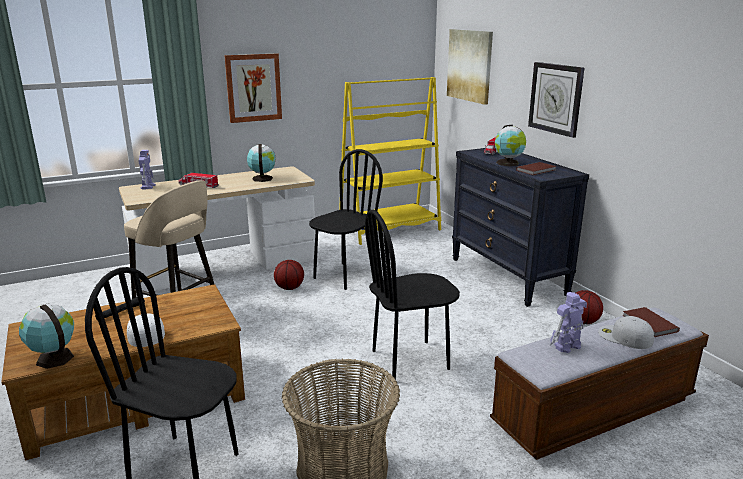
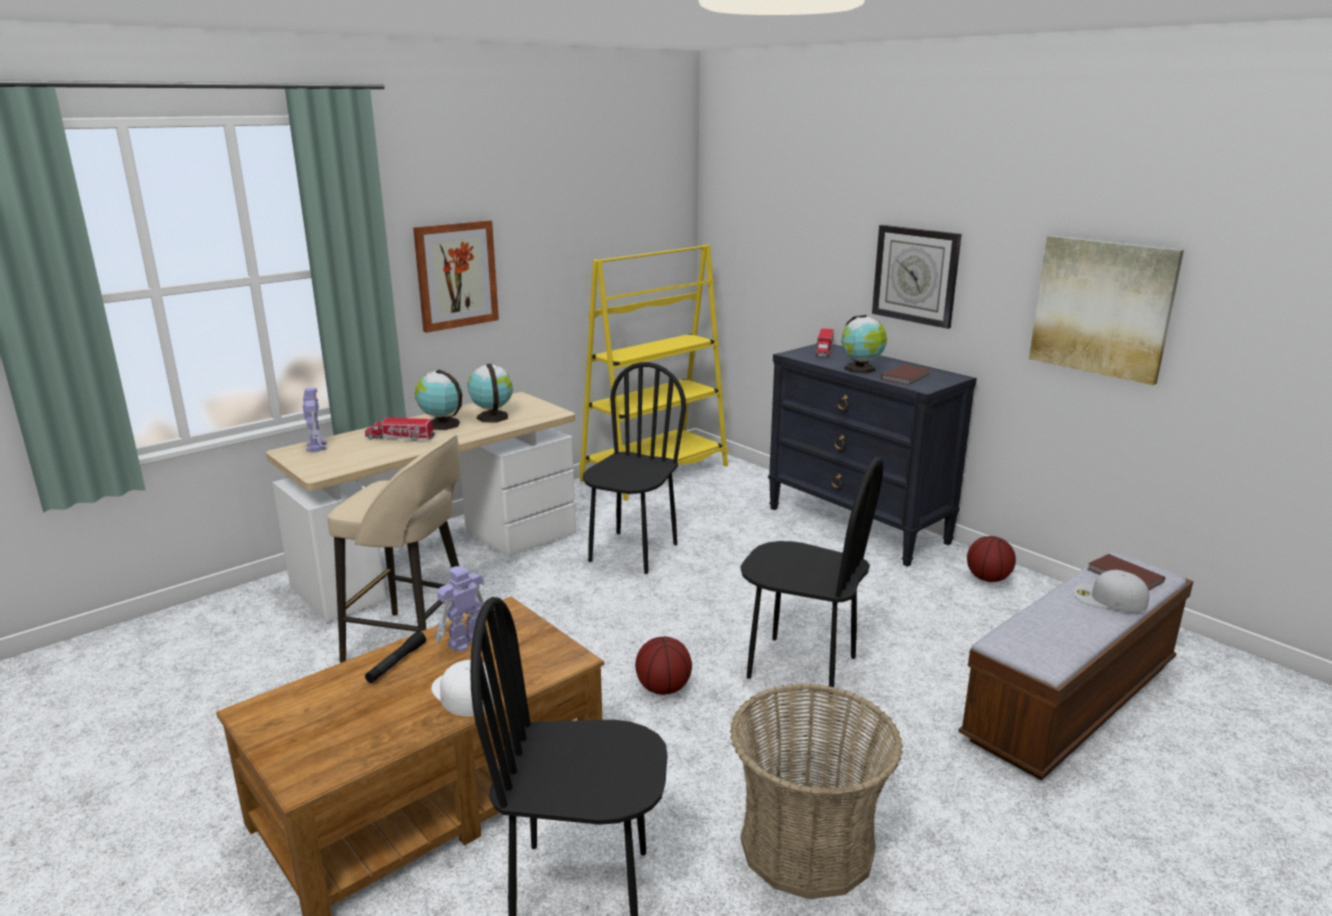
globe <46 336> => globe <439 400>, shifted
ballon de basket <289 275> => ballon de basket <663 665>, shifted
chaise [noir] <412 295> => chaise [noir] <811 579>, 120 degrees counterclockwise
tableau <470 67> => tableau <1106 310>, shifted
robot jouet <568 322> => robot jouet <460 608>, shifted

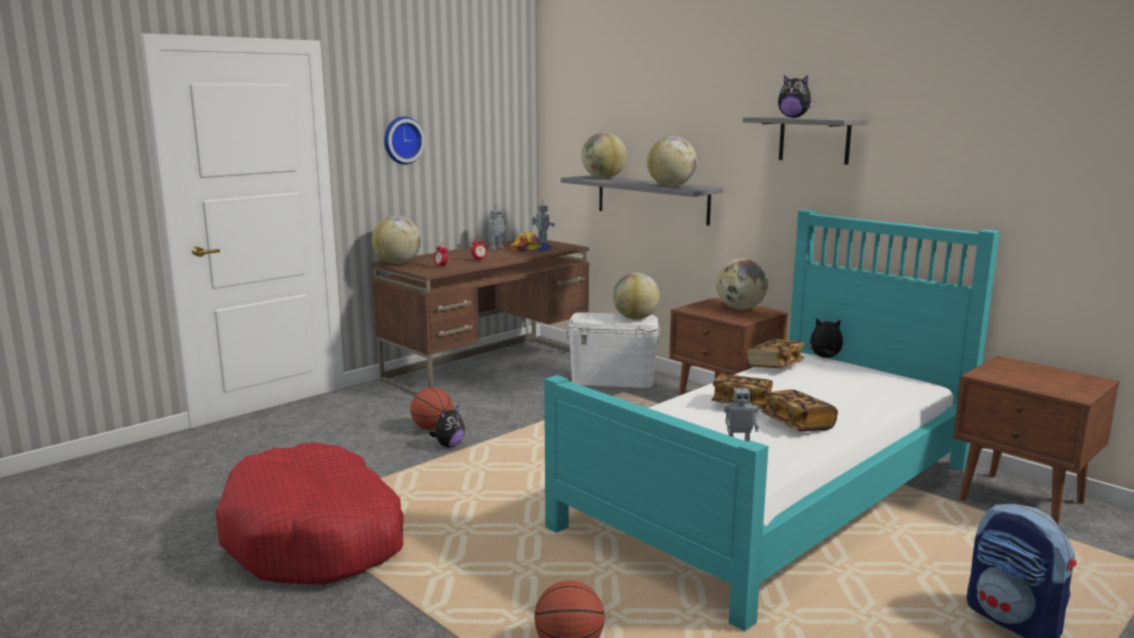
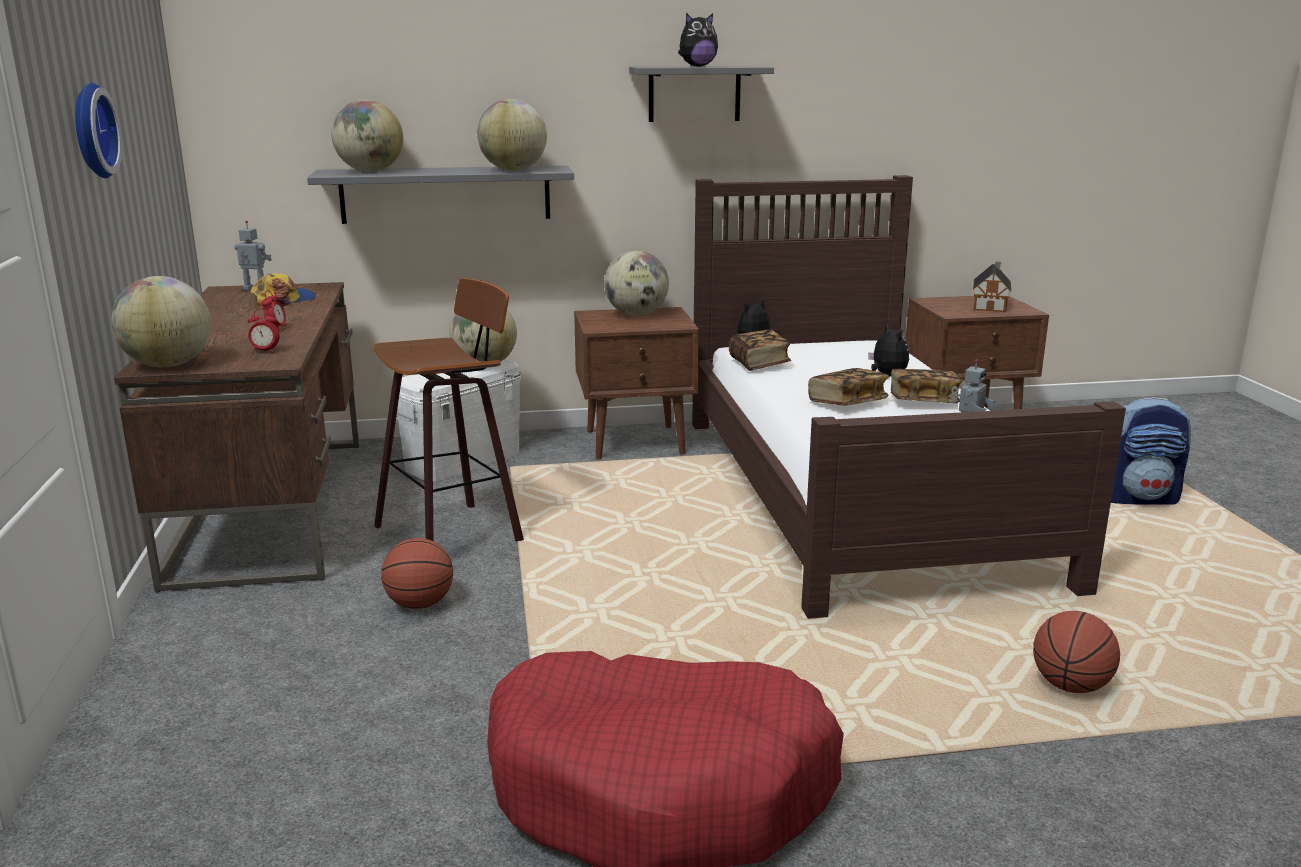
peluche <447 426> => peluche <889 350>, shifted
robot jouet <498 227> => nothing
lit [turquoise] <772 420> => lit [marron] <909 397>
nothing => tabouret <448 410>
nothing => maison miniature <992 286>

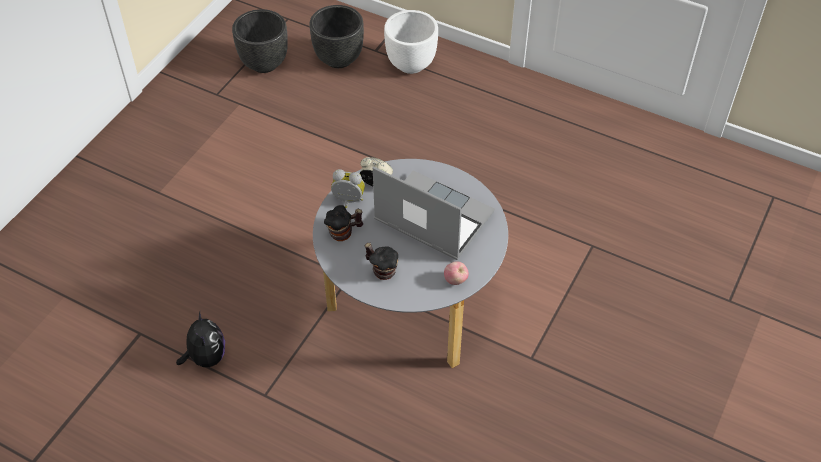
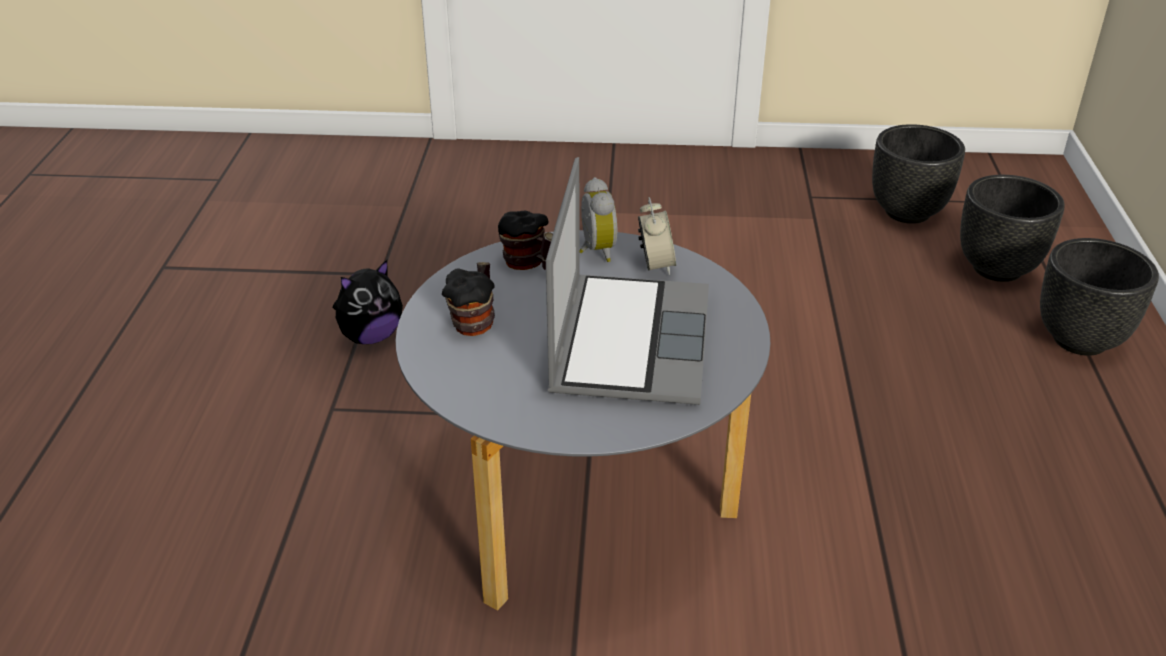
cache-pot [blanc] <411 42> => cache-pot [noir] <1099 297>
pomme <456 273> => nothing

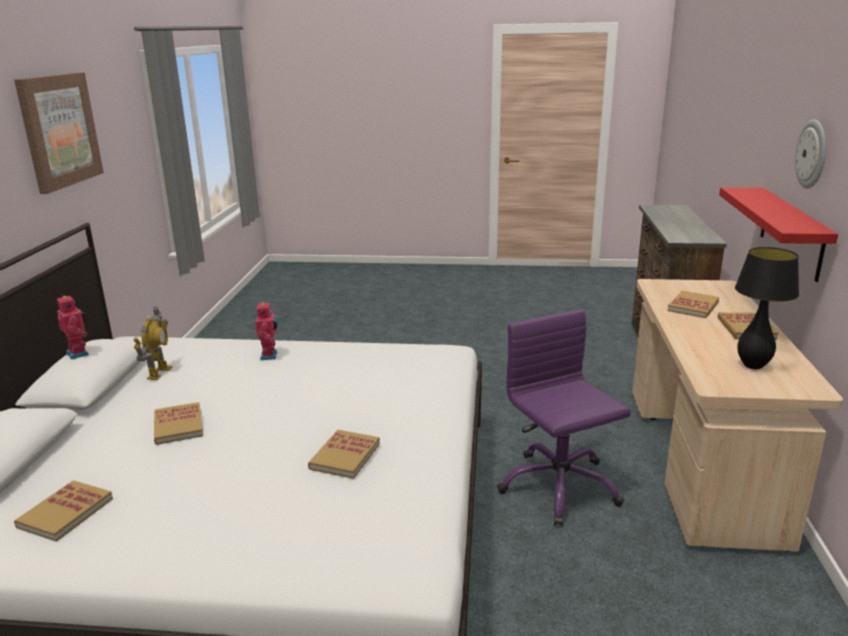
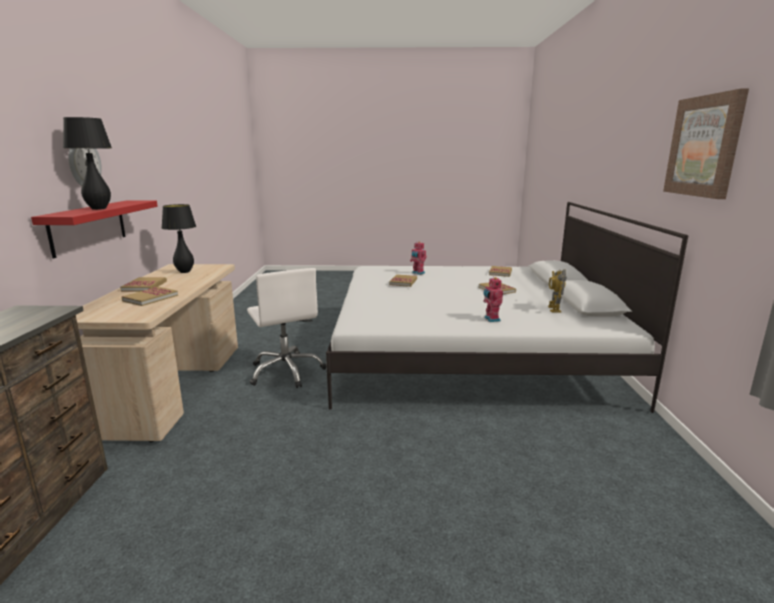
robot jouet <73 327> => robot jouet <418 258>, shifted
chaise de bureau [violet] <564 417> => chaise de bureau [blanc] <287 328>
nothing => lampe de table [noir] <87 163>

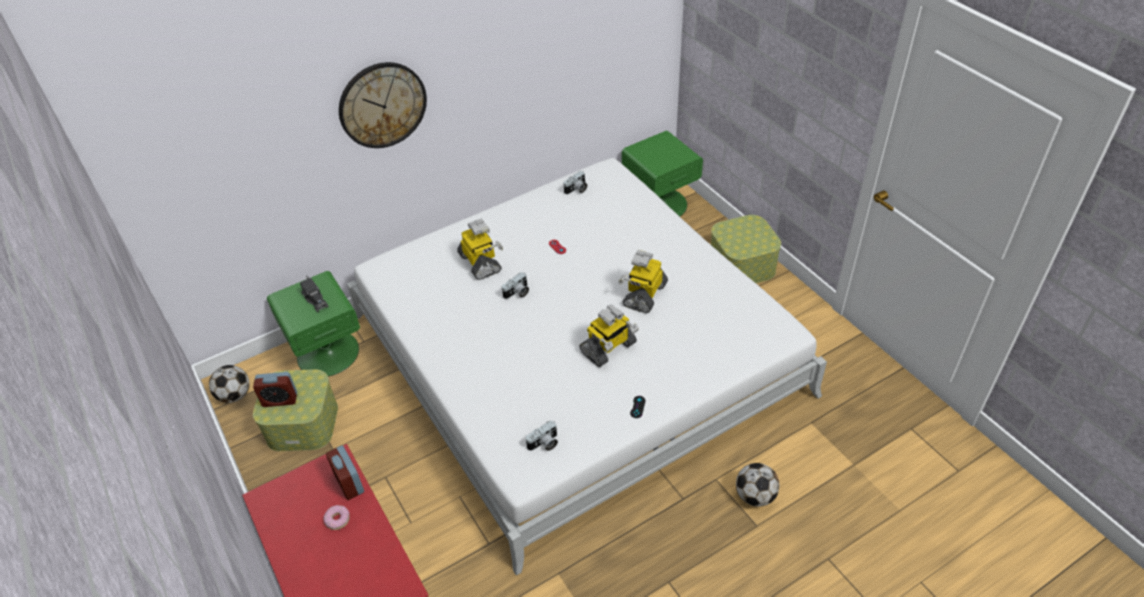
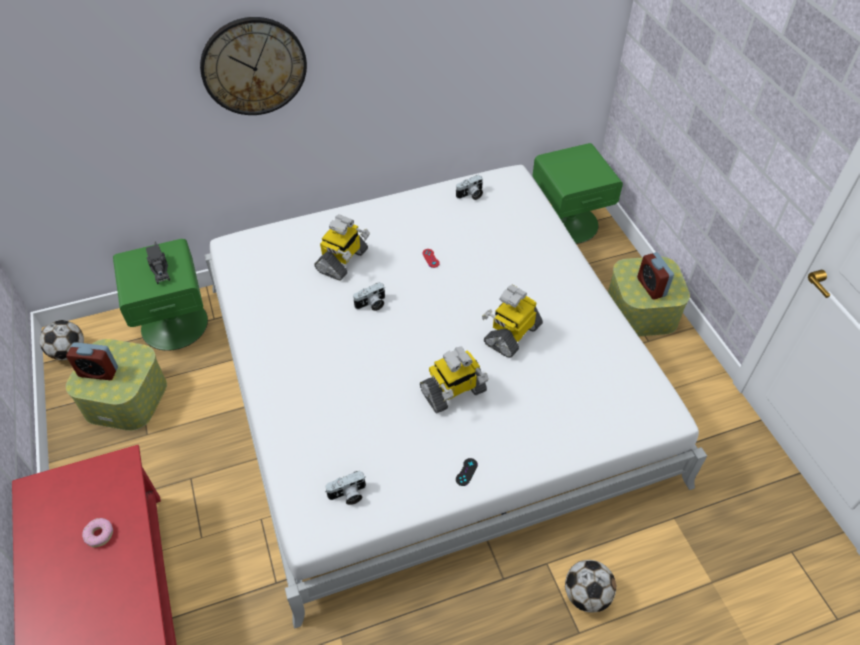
réveil <345 472> => réveil <655 276>, shifted
robot jouet <480 249> => robot jouet <342 247>, 45 degrees clockwise

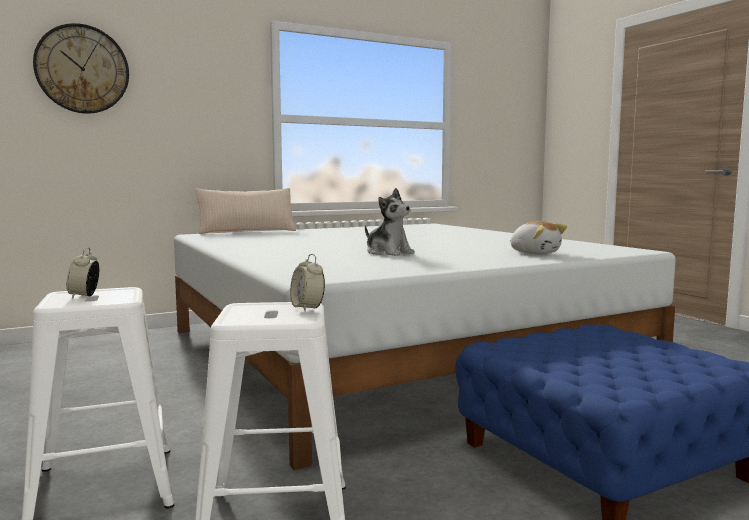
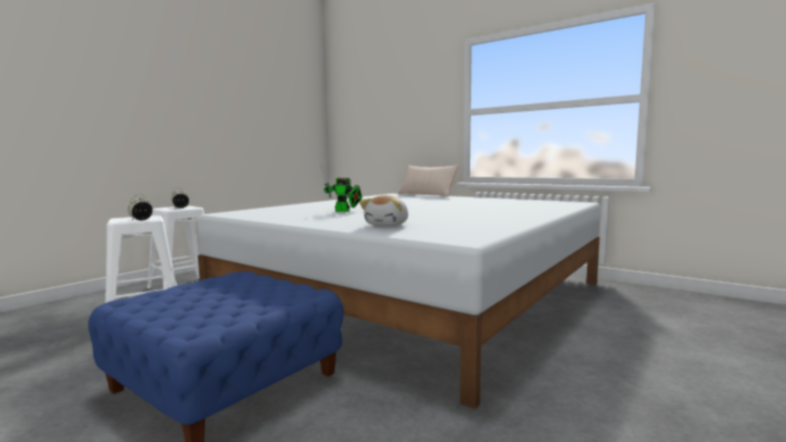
horloge murale <81 68> => nothing
peluche <390 222> => robot jouet <341 188>

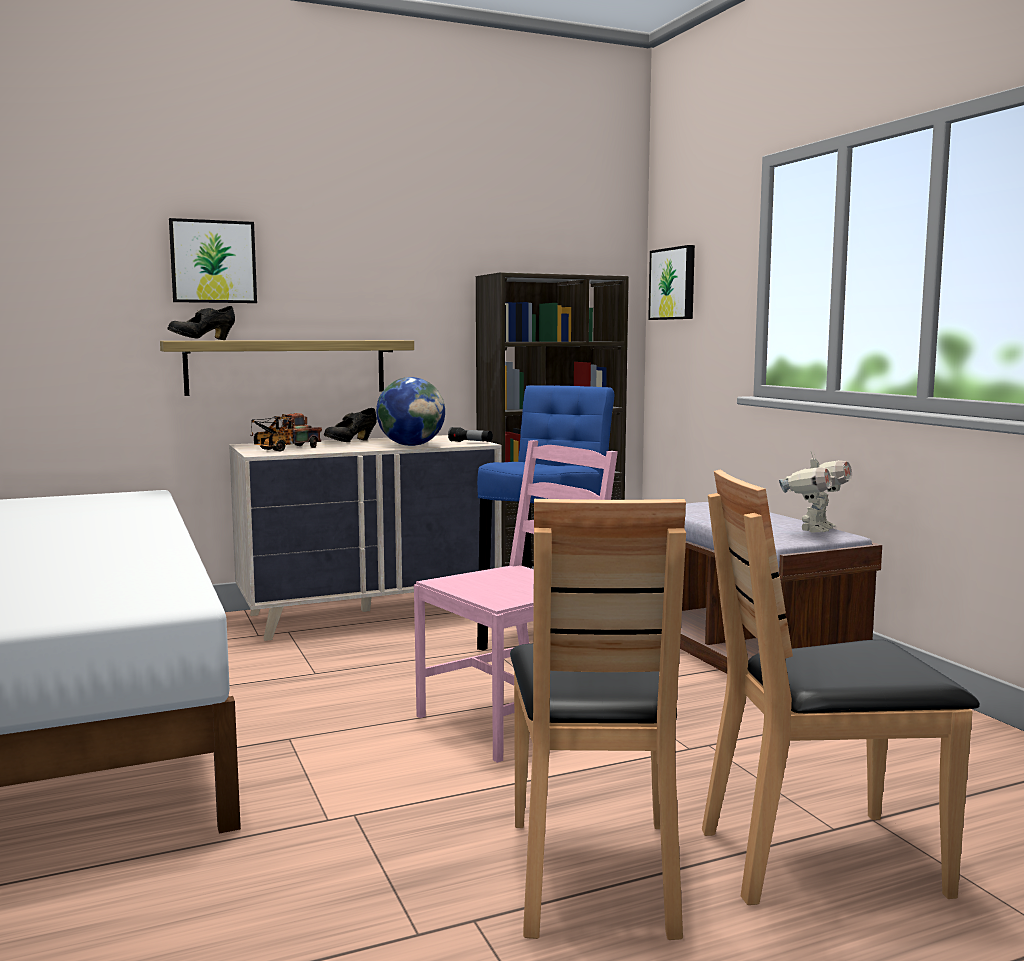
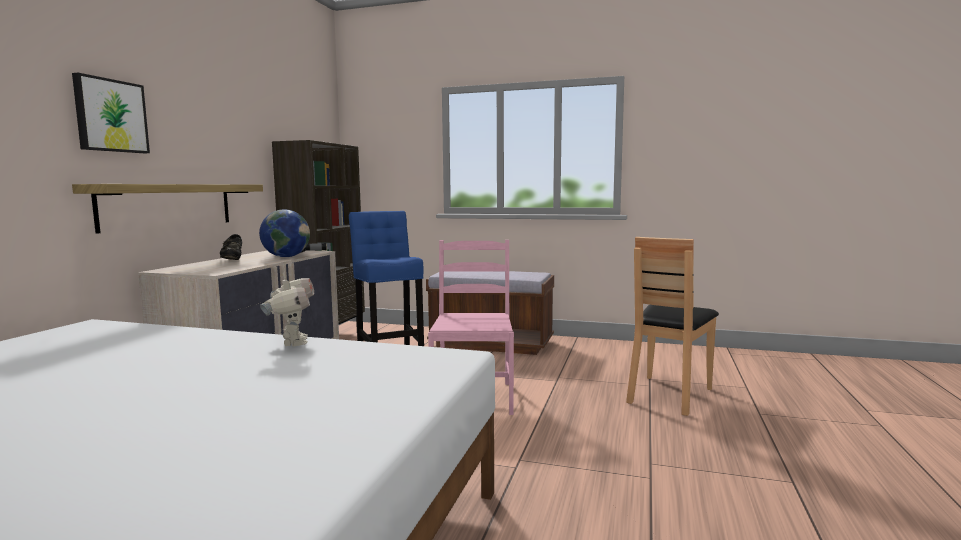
chaussure [noir] <201 323> => nothing
camion jouet <286 432> => nothing
chaise [marron] <598 719> => nothing
tableau <671 282> => nothing
robot jouet <815 491> => robot jouet <287 310>, shifted

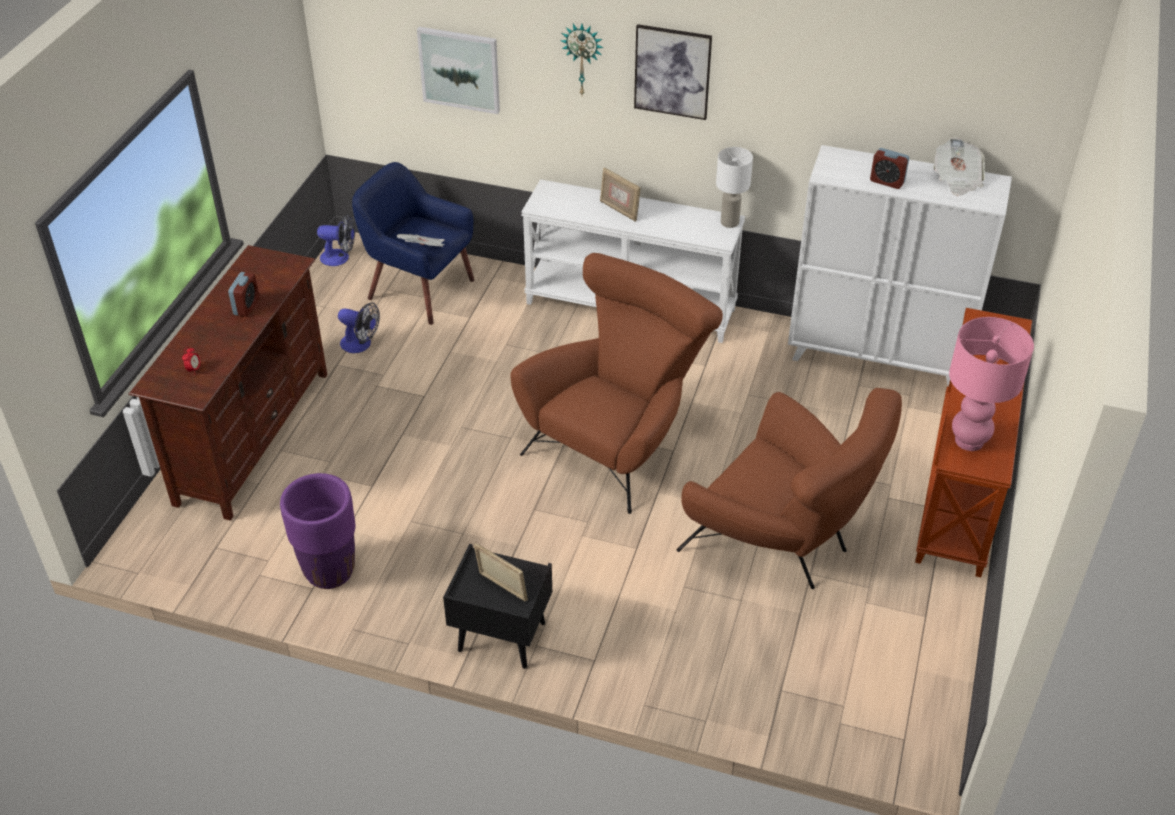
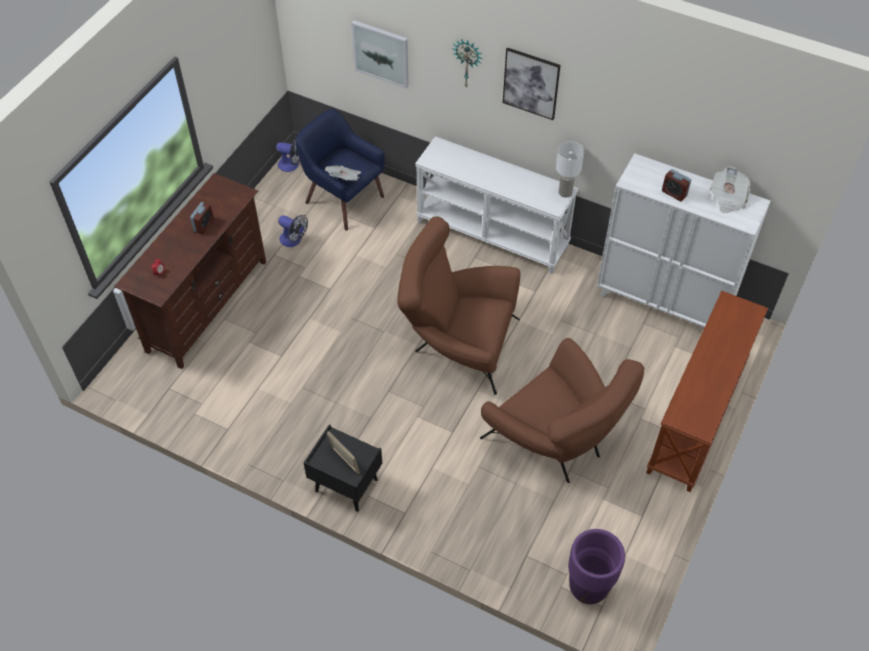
cache-pot [violet] <317 531> => cache-pot [violet] <596 566>, shifted
fauteuil [marron] <617 383> => fauteuil [marron] <458 305>, 120 degrees counterclockwise
cadre photo <620 195> => nothing
lampe de table [rose] <991 384> => nothing

